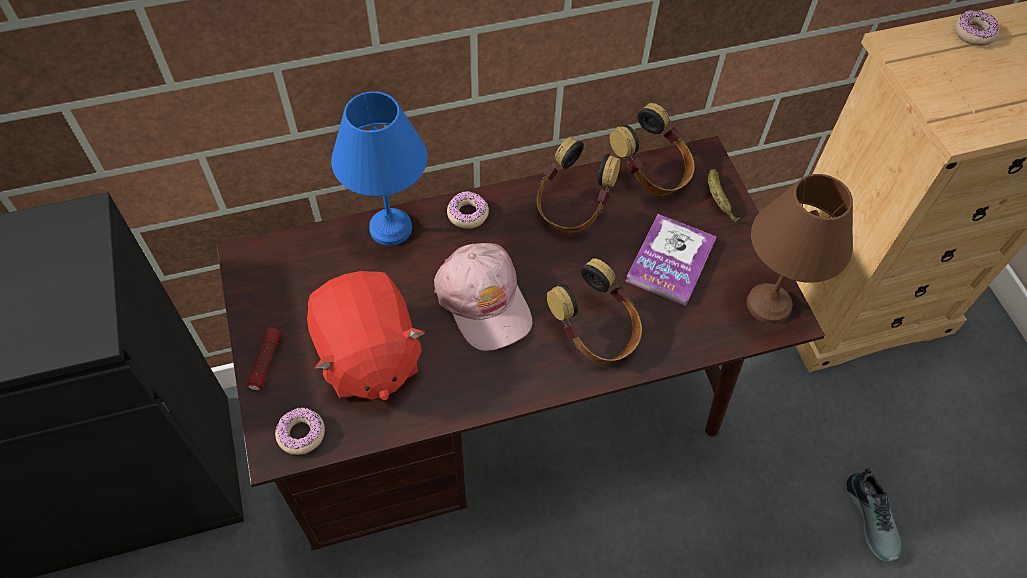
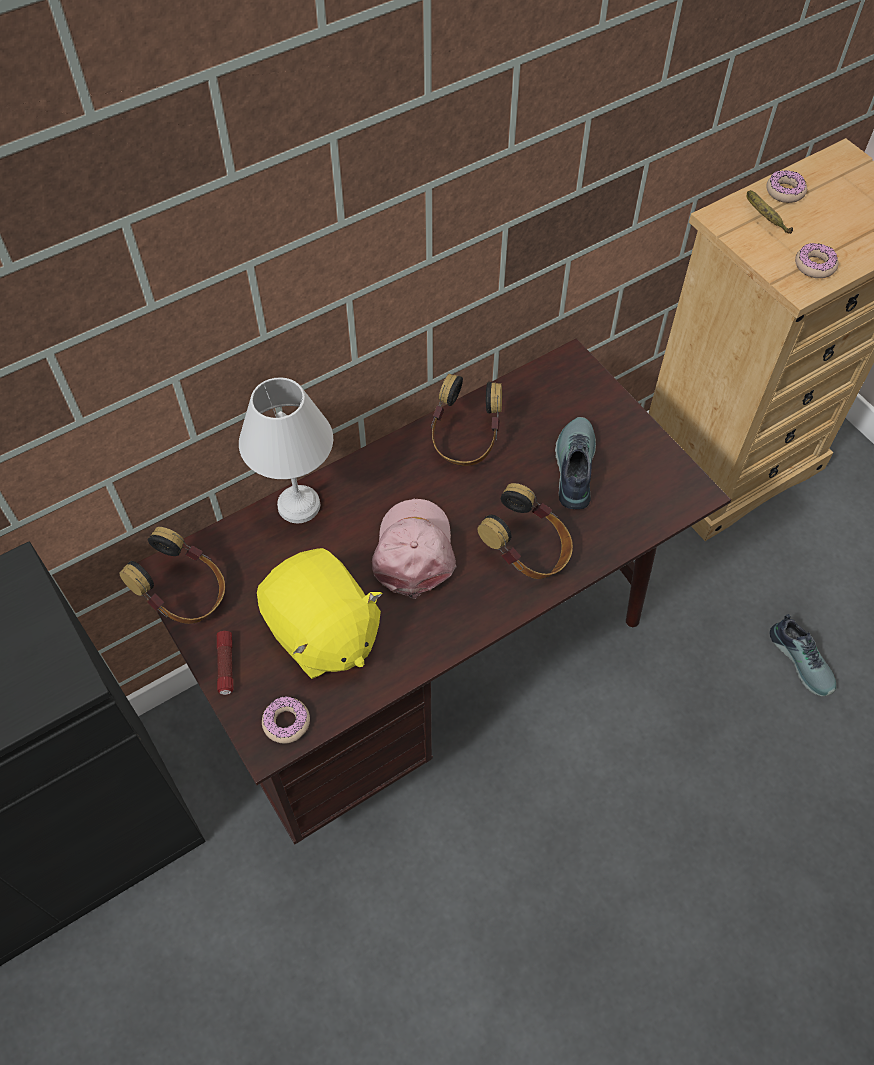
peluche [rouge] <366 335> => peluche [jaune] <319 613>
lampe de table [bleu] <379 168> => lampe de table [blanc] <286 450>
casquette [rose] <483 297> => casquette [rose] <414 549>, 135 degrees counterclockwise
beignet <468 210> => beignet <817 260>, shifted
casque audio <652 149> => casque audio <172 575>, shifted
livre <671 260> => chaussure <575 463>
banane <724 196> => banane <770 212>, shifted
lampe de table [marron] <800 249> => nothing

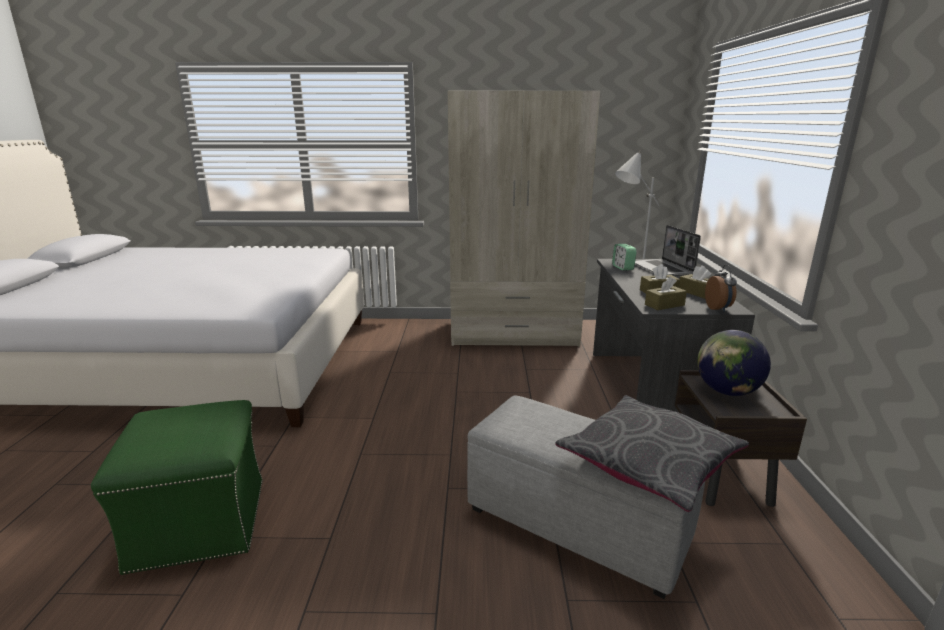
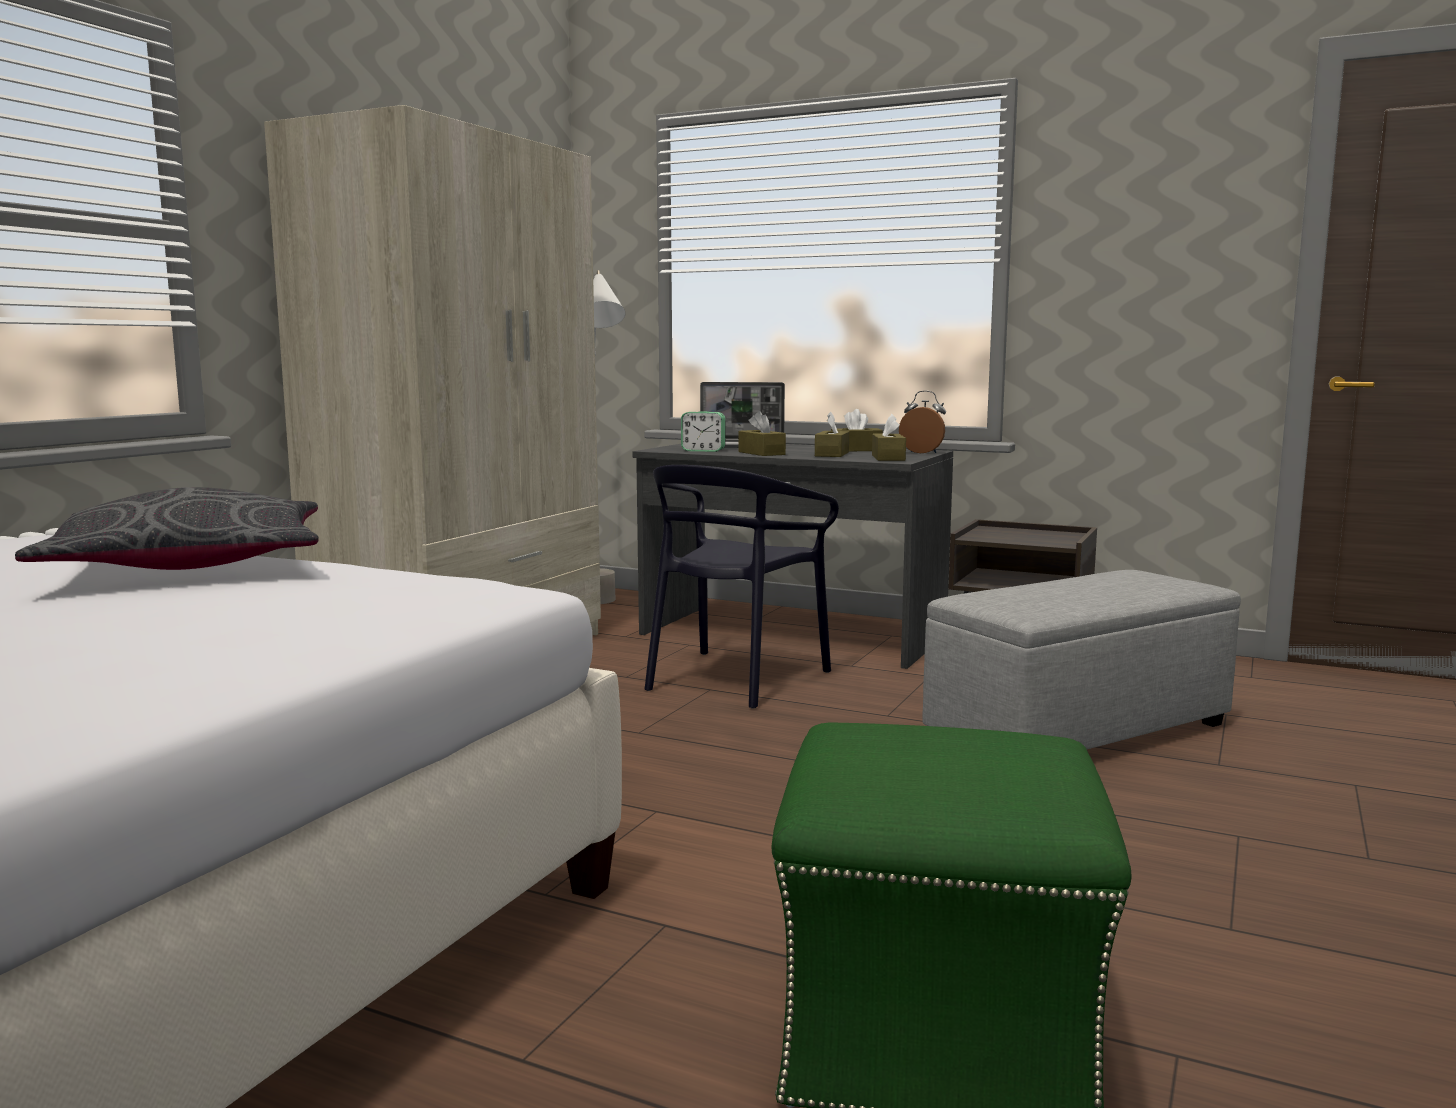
coussin [gris] <652 453> => coussin [gris] <167 528>, shifted
globe <734 363> => nothing
nothing => chaise [noir] <742 587>
nothing => boîte à mouchoirs [marron] <762 433>

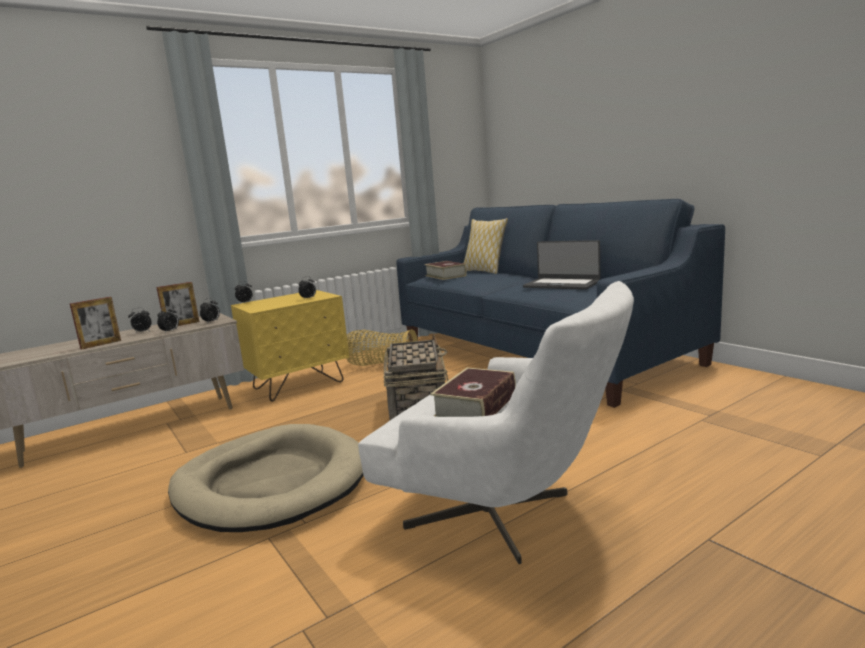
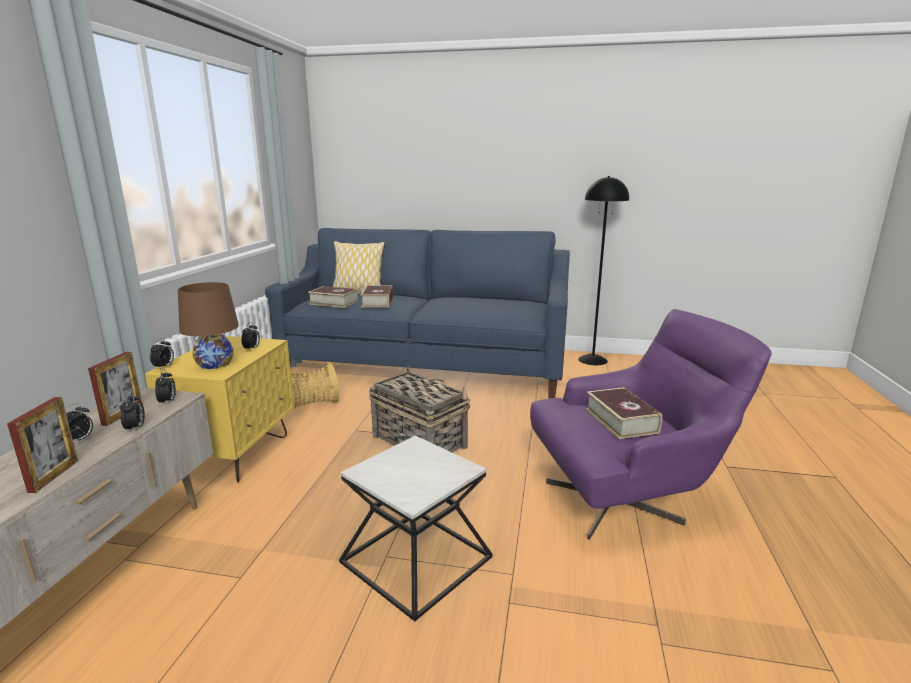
panier pour chien [beige] <265 478> => table d'appoint <416 528>
fauteuil [blanc] <496 422> => fauteuil [violet] <651 424>
ordinateur portable <561 265> => nothing
nothing => lampe de table [marron] <208 325>
nothing => livre <376 296>
nothing => lampadaire [noir] <603 270>

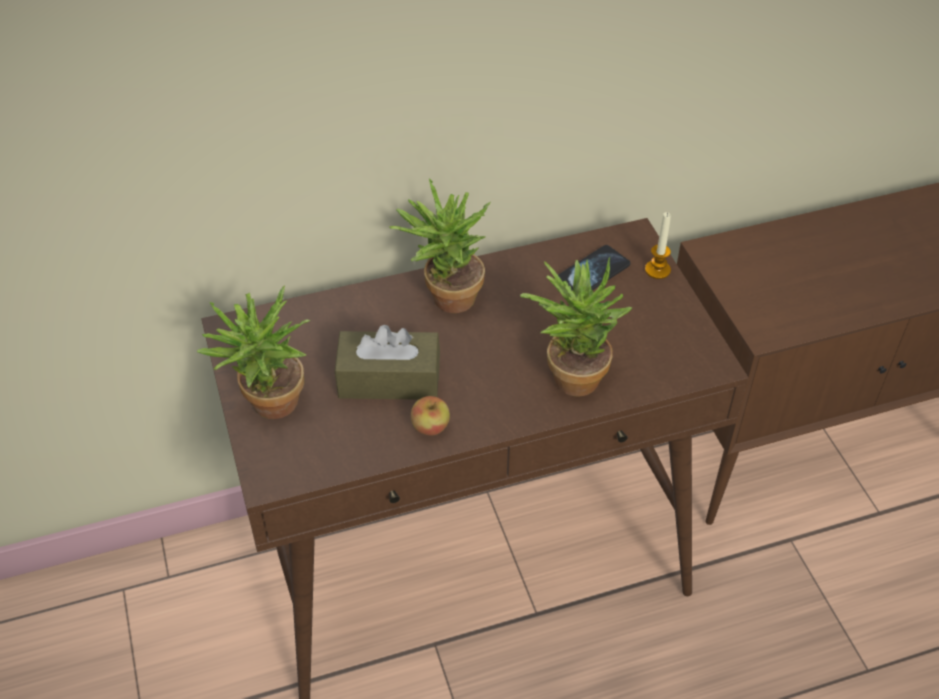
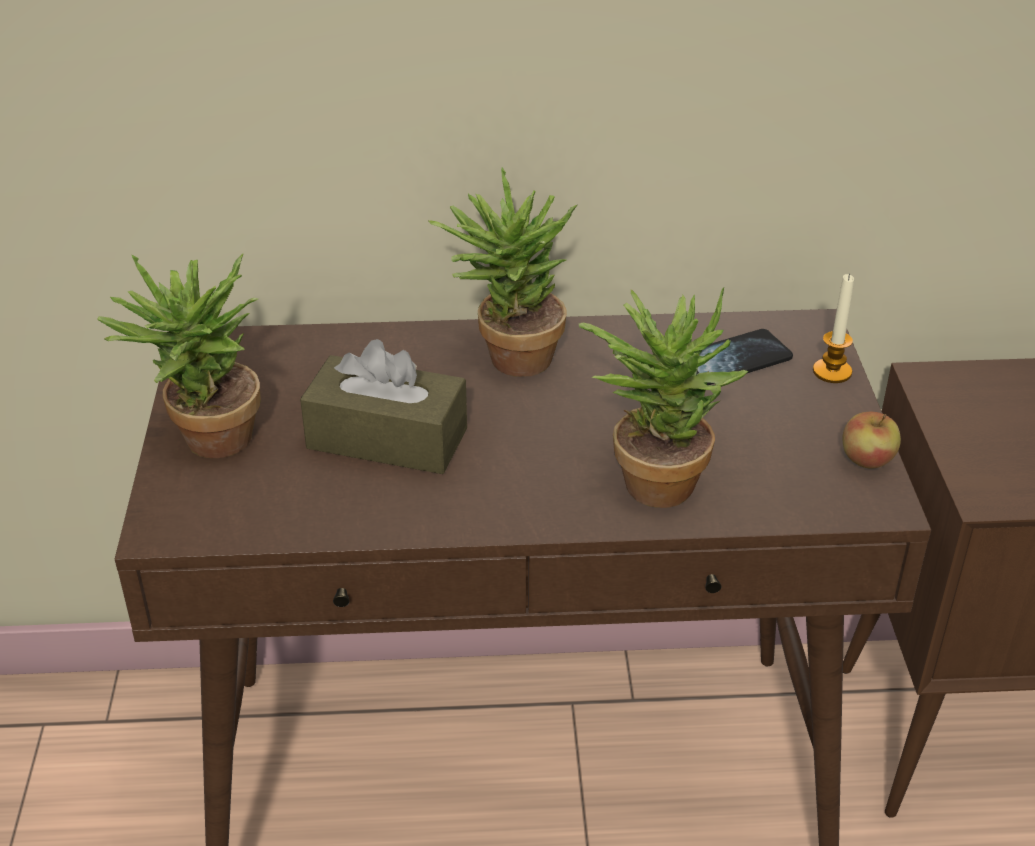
pomme <430 415> => pomme <871 440>, shifted

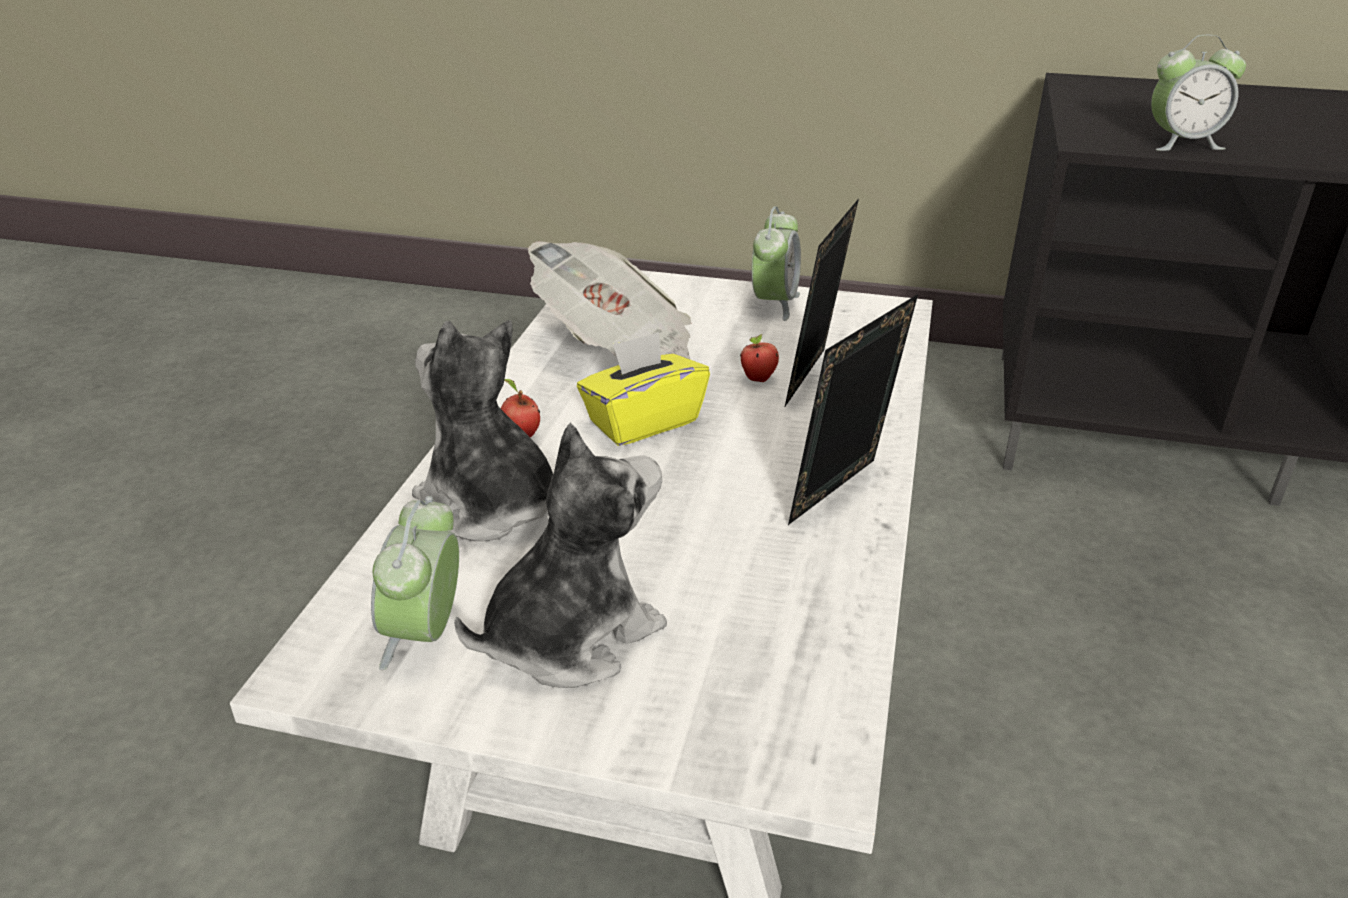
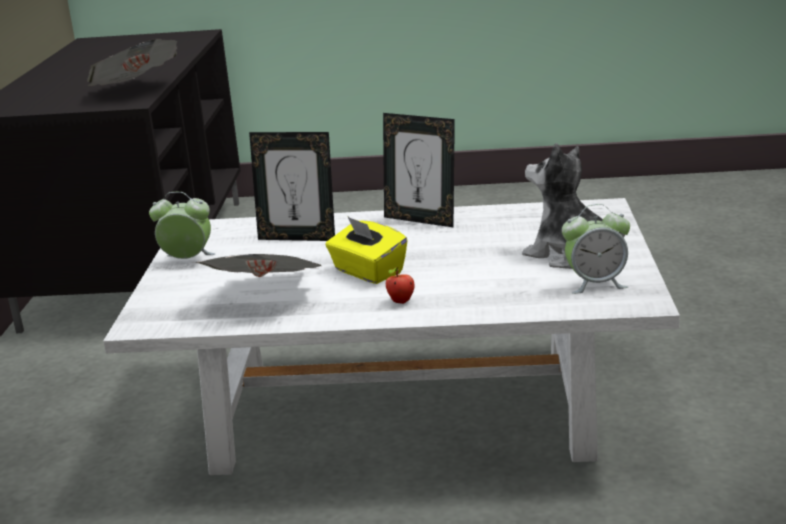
peluche <482 430> => nothing
pomme <759 358> => nothing
réveil <1198 93> => journal <132 62>

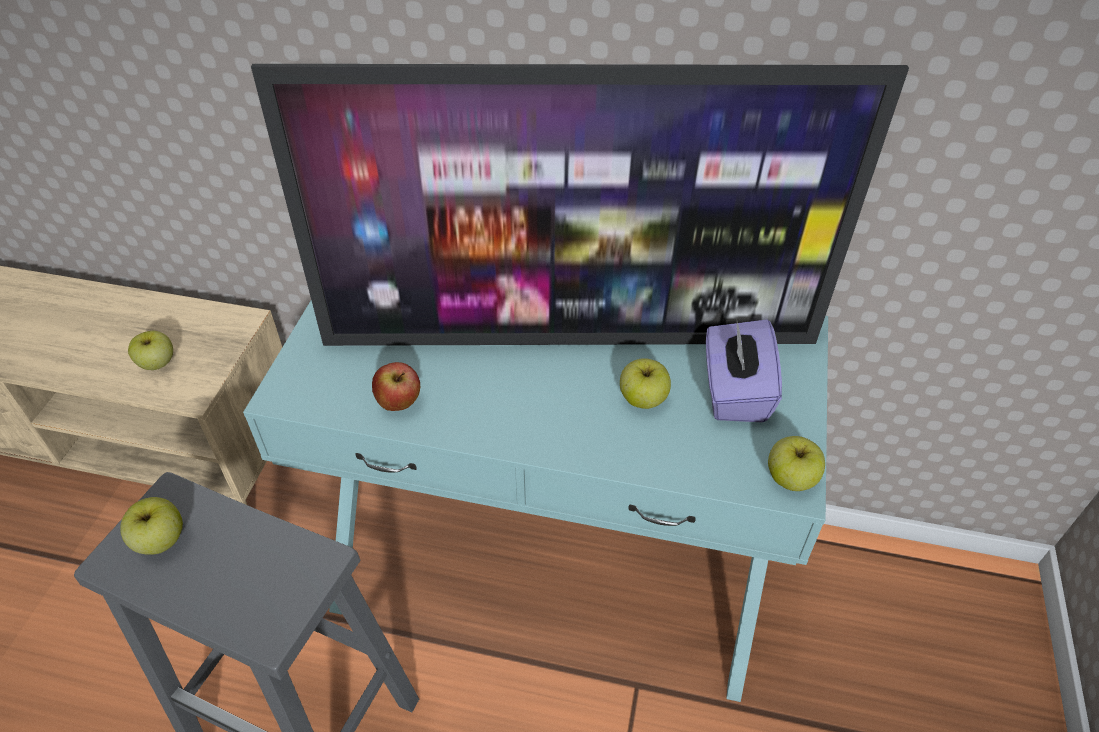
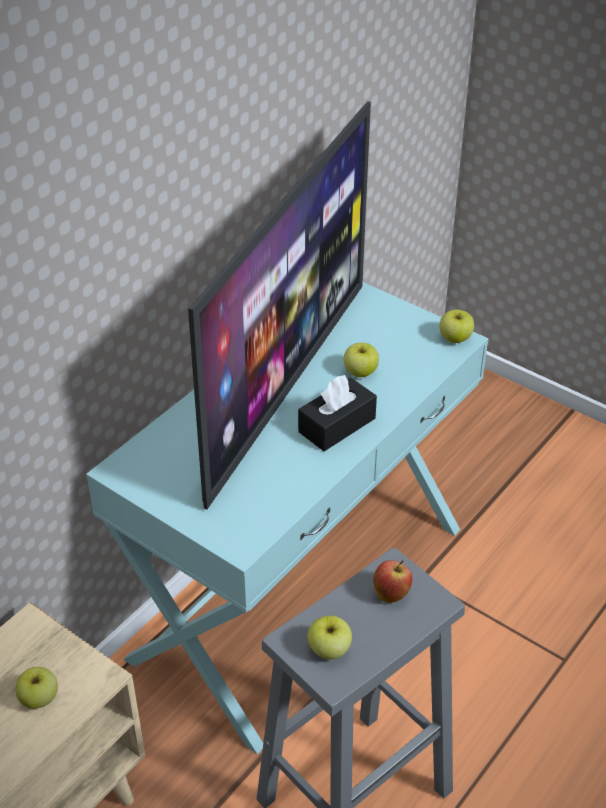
pomme <396 386> => pomme <392 581>, shifted
boîte à mouchoirs [violet] <744 371> => nothing
nothing => boîte à mouchoirs [noir] <337 413>

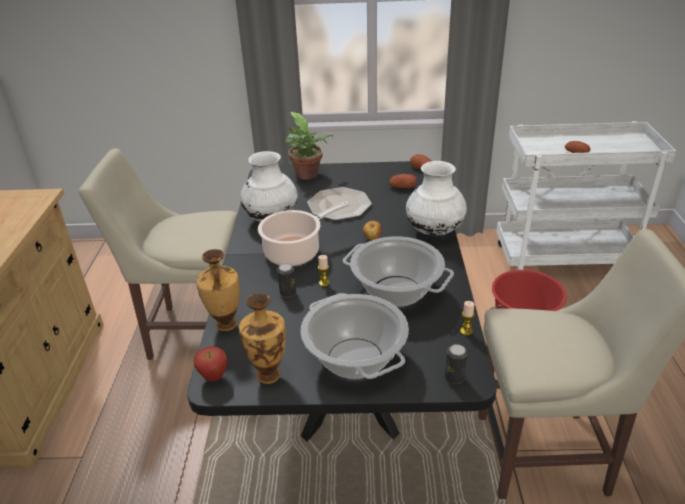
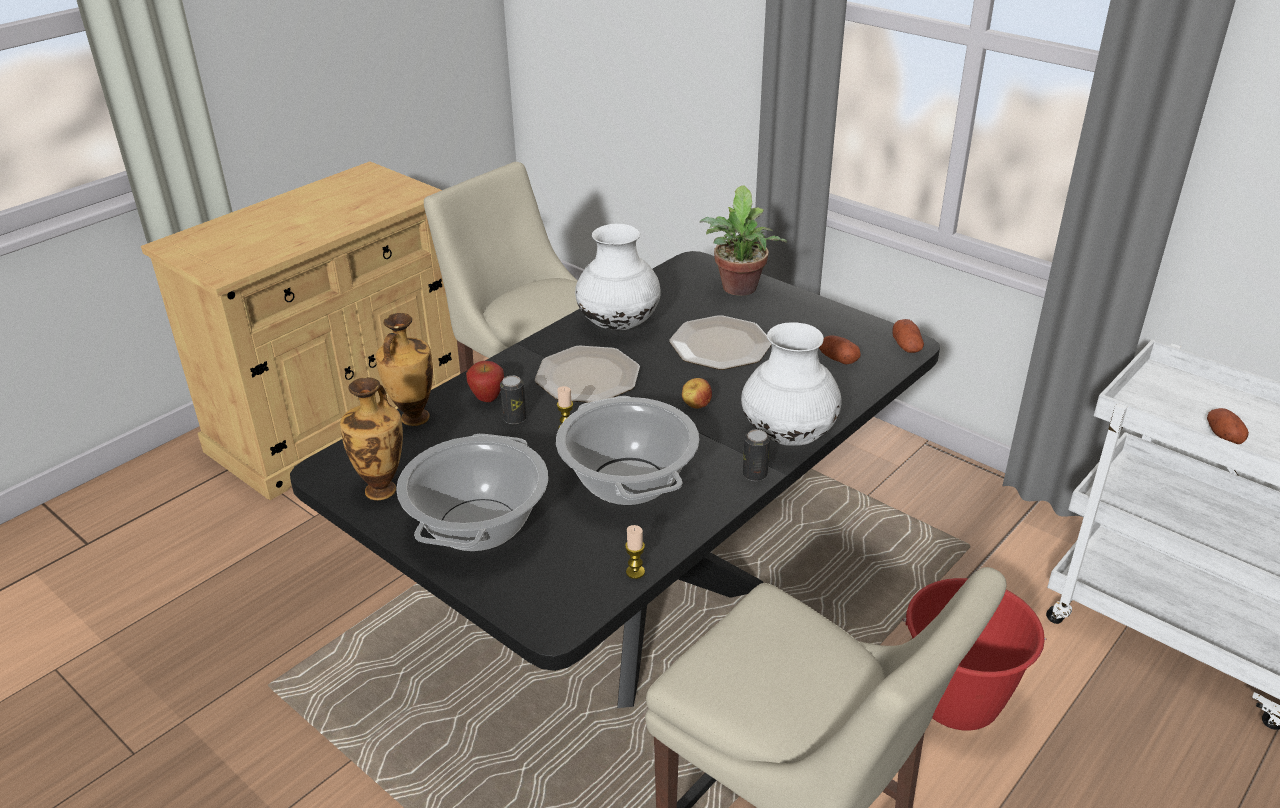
pomme <210 364> => pomme <485 381>, shifted
marmite <304 233> => assiette <587 374>
boîte métallique <456 364> => boîte métallique <756 455>, shifted

